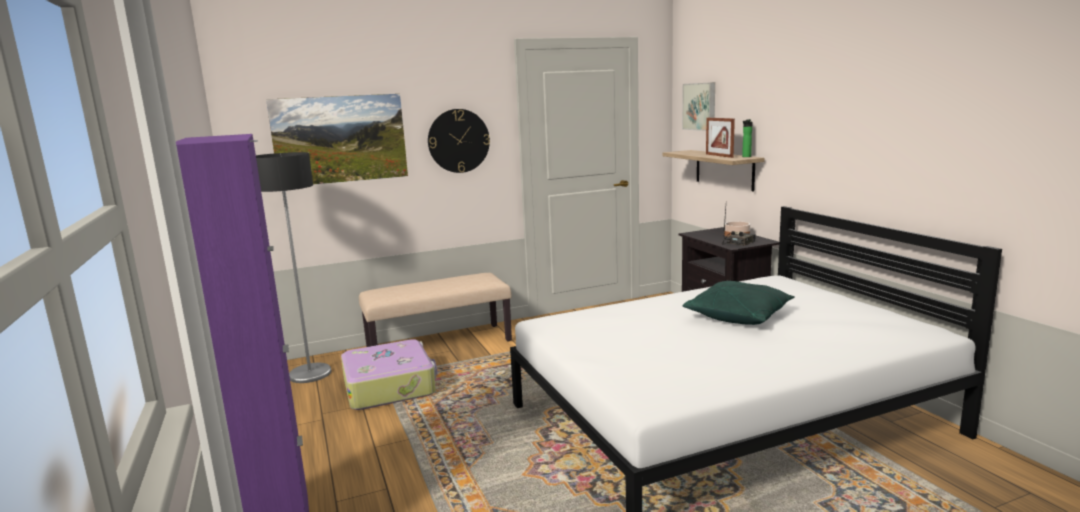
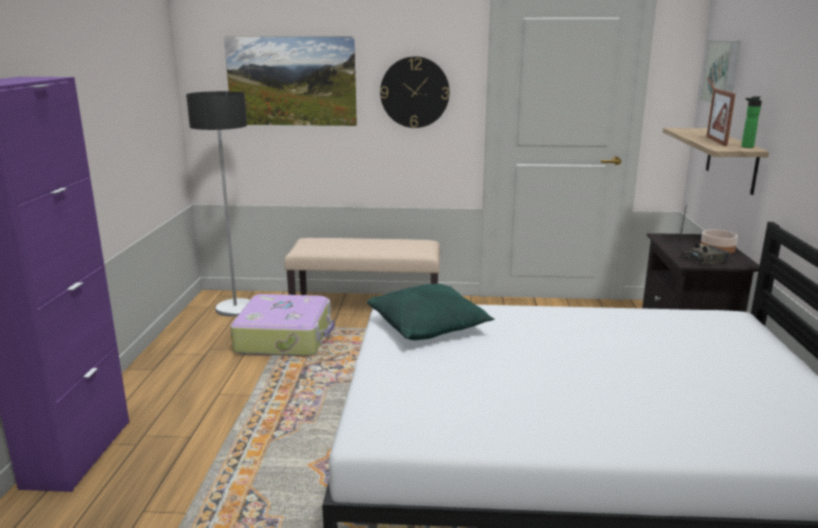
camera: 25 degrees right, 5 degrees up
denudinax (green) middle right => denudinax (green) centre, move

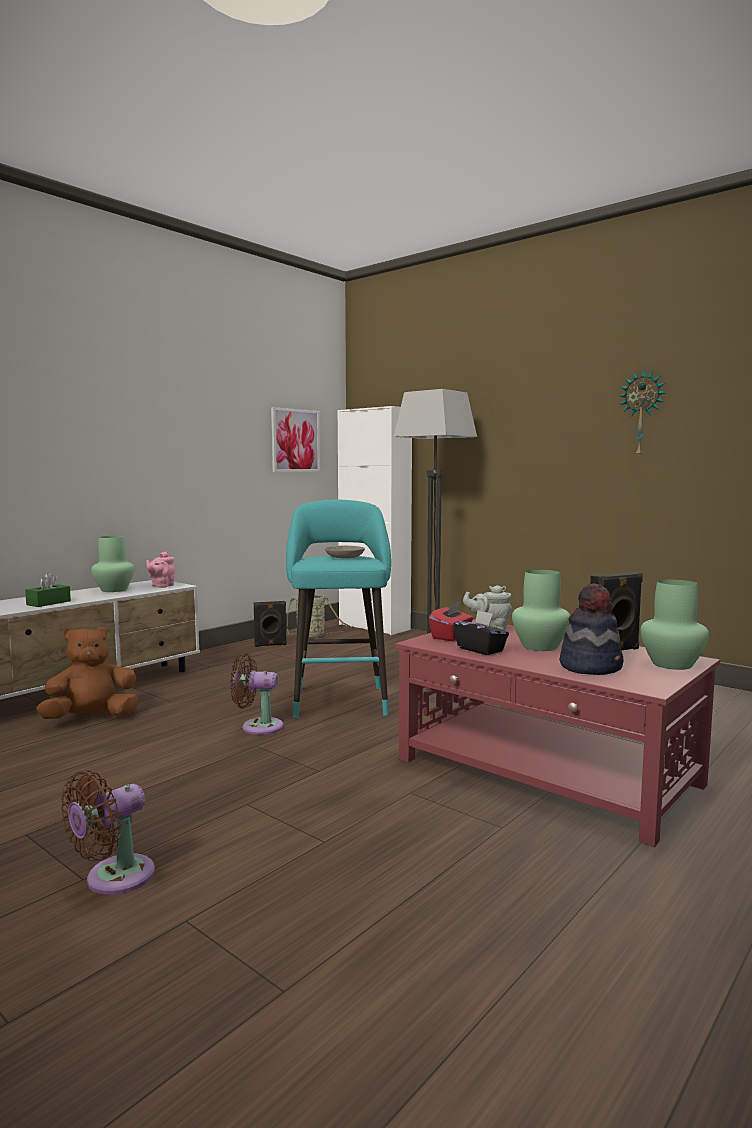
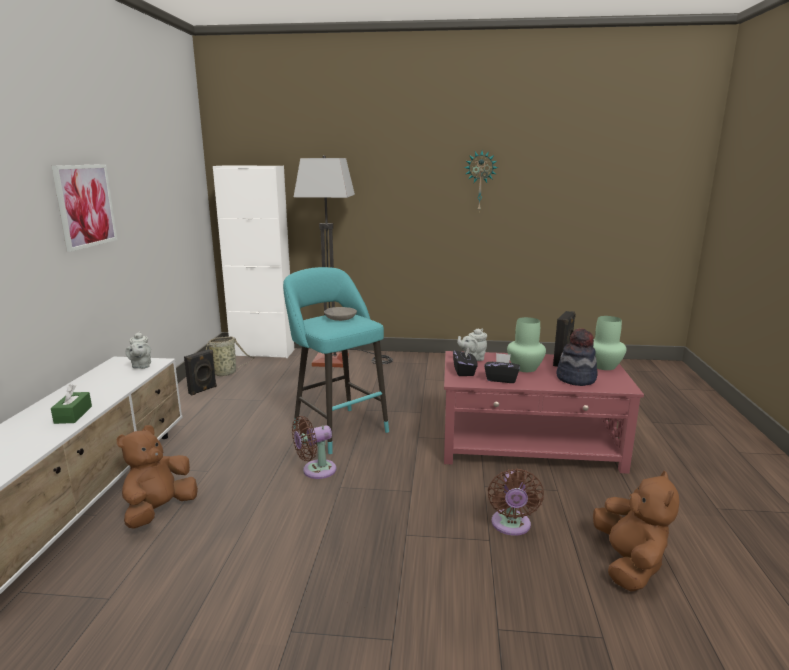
camera: 35 degrees left, 10 degrees up
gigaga centre => gigaga top left, move
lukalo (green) (1st from left) middle left => nothing
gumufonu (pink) middle left => gumufonu (grey) (1st from left) middle left
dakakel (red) centre => dakakel (black) (1st from left) centre
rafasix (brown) (1st from left in the first image) bottom left => rafasix (brown) (2nd from left) bottom centre, move
nothing => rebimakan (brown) (2nd from left) bottom right

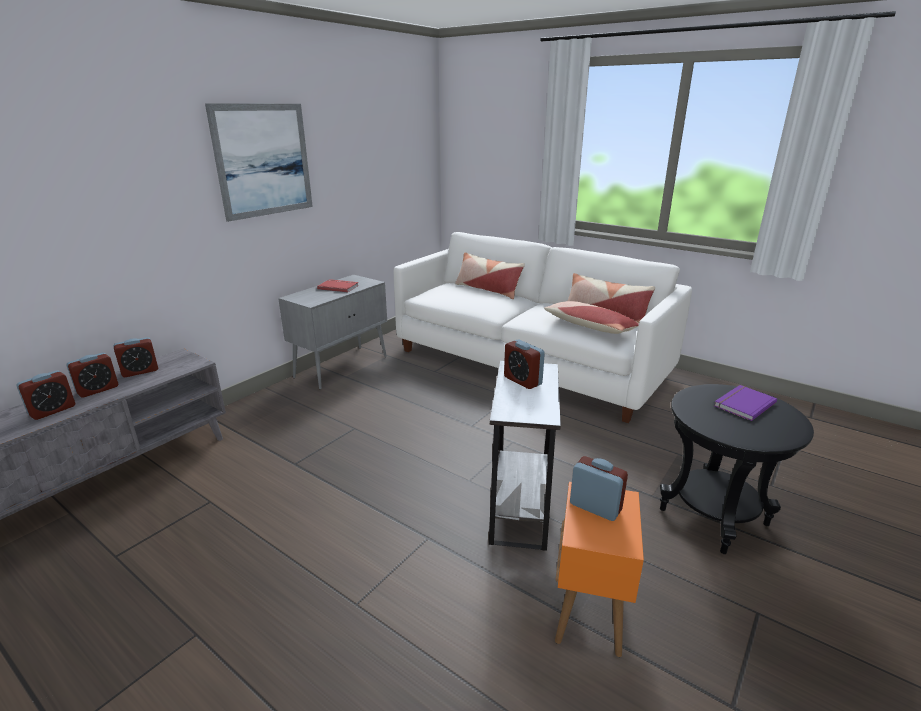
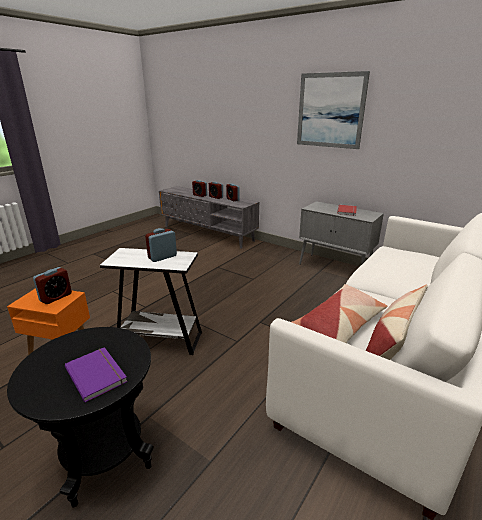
camera: 90 degrees right, 0 degrees up
denudinax (1st from left) centre => nothing

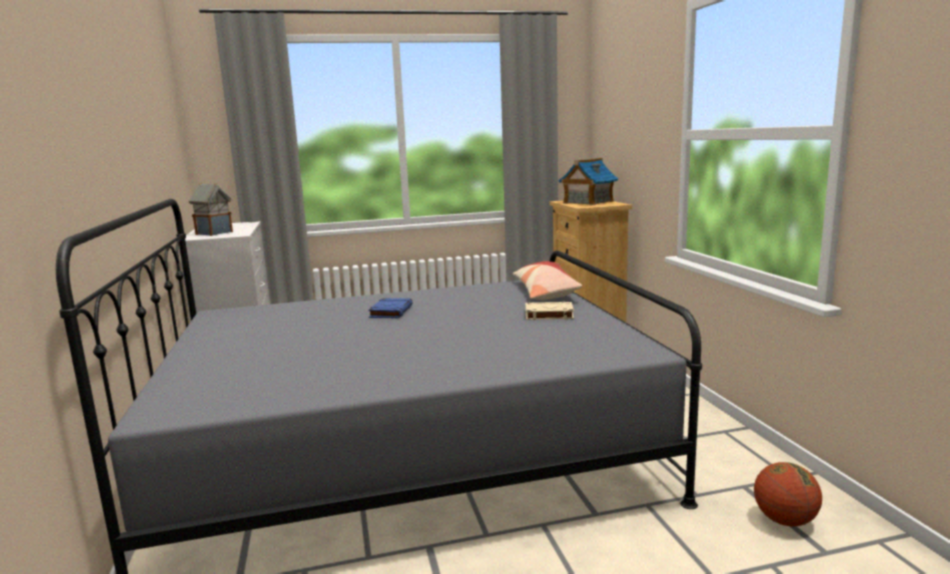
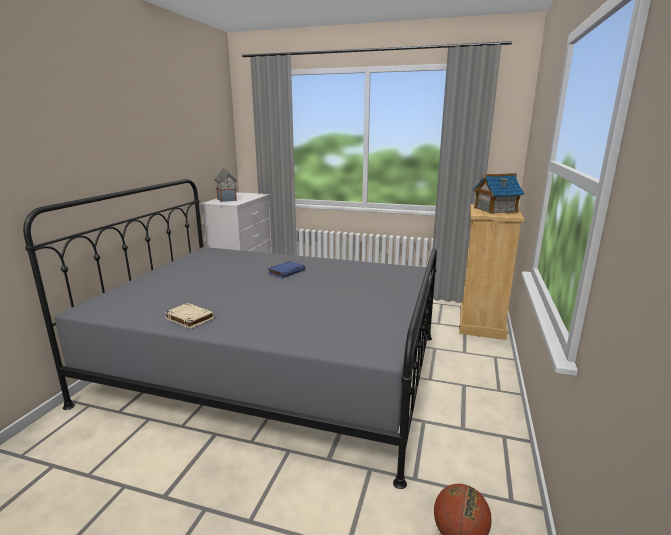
camera: 30 degrees right, 5 degrees up
denudinax centre => nothing
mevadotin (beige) centre => mevadotin (beige) middle left, move

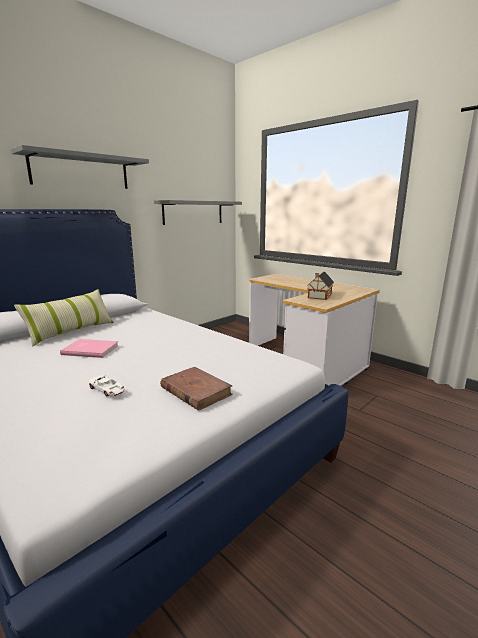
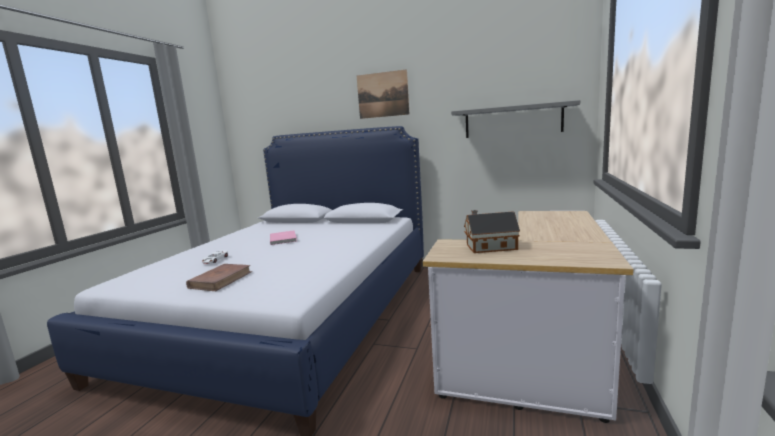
camera: 65 degrees right, 5 degrees down
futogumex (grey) (1st from left) top left => gigaga top centre
denudinax middle left => nothing

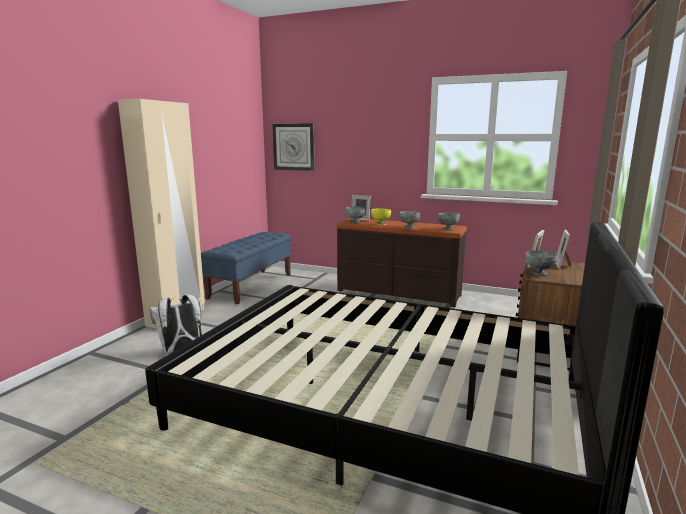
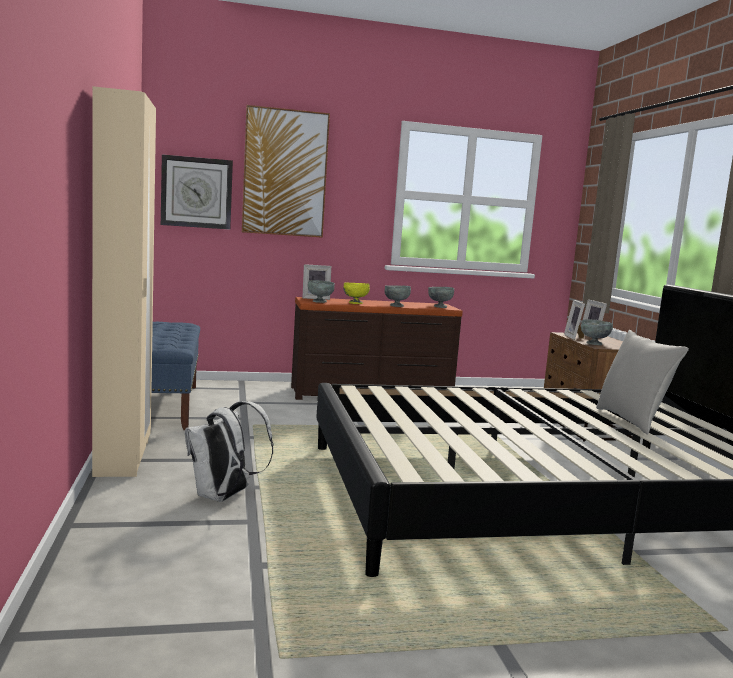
camera: 35 degrees left, 5 degrees down
nothing => gigaga top centre
nothing => denudinax (grey) middle right

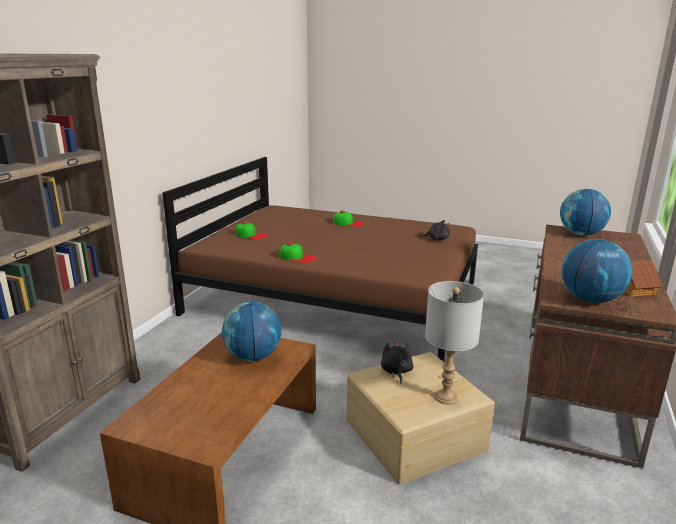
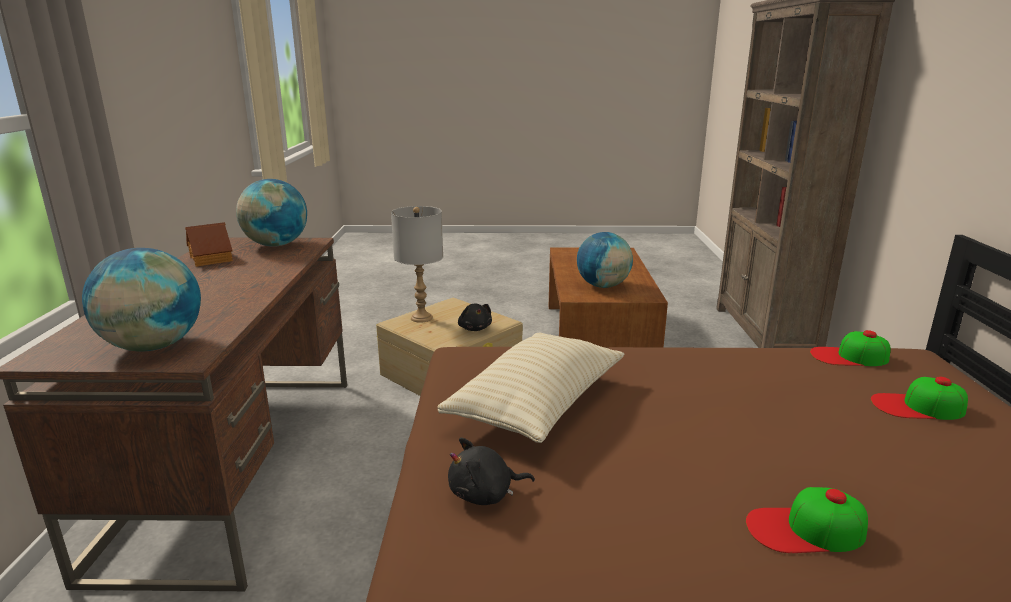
camera: 160 degrees right, 0 degrees up
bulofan (2nd from left) centre => bulofan (2nd from left) middle right, move
nothing => denudinax (beige) centre

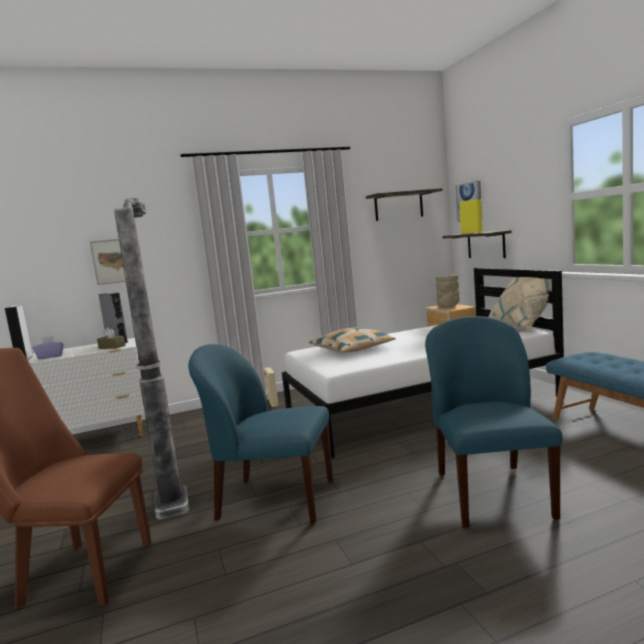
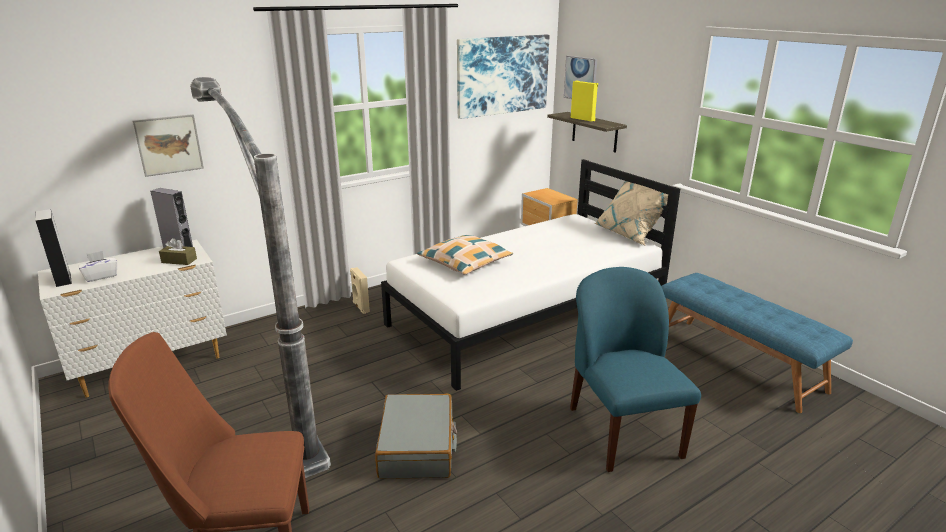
camera: 15 degrees left, 15 degrees up
futogumex (1st from left) top centre => gigaga (2nd from left) top centre
lukalo (beige) middle right => nothing
dakakel (purple) middle left => dakakel (white) middle left
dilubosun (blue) (1st from left) bottom centre => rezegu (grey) bottom centre

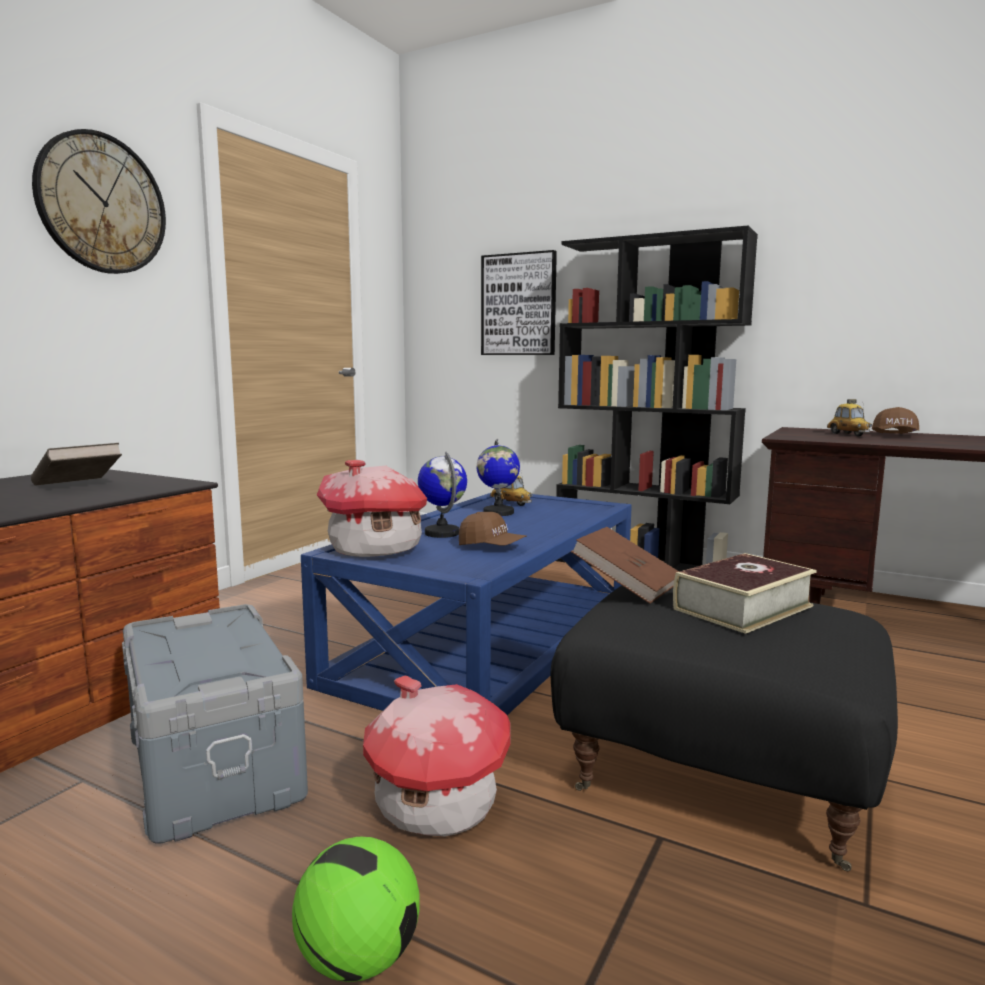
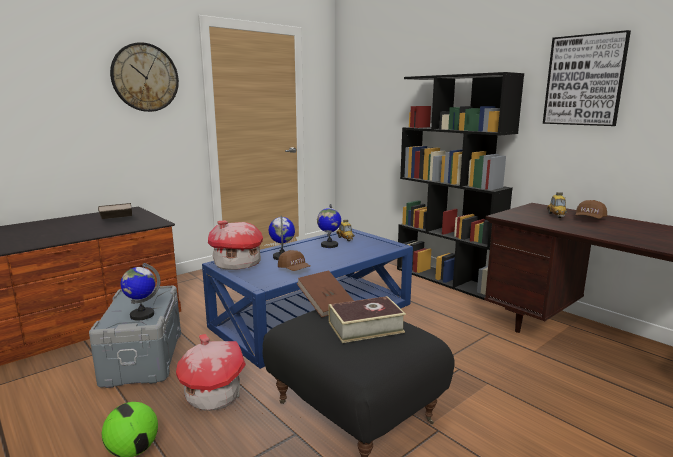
camera: 20 degrees right, 5 degrees up
gigaga top centre => gigaga top right, move
nothing => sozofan (1st from left) middle left

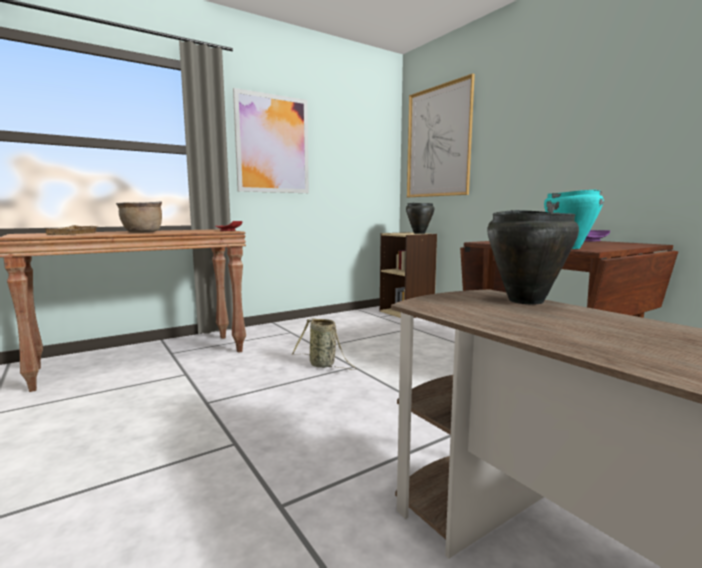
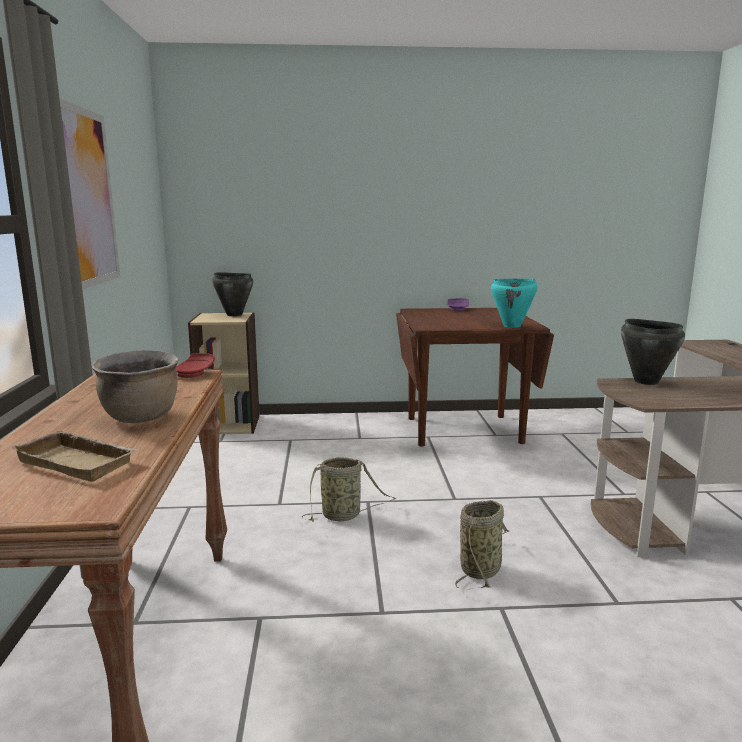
camera: 60 degrees left, 5 degrees up
gigaga (2nd from left) top centre => nothing
nothing => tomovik (2nd from left) bottom centre

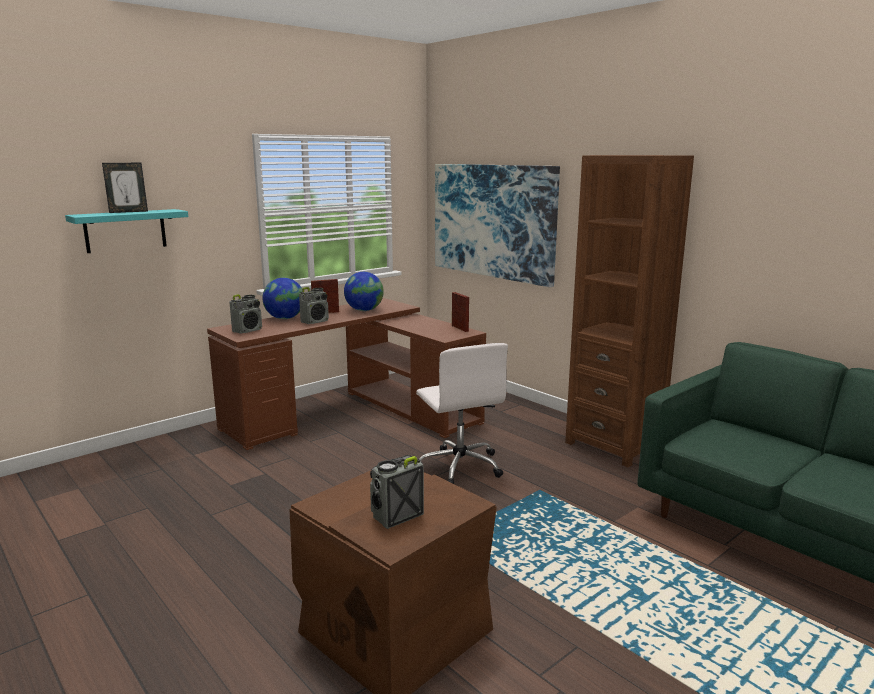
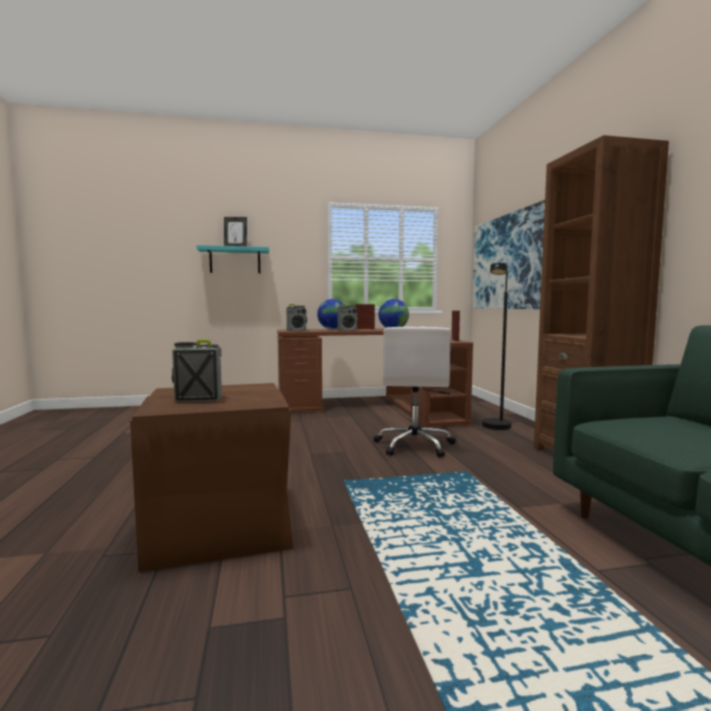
camera: 30 degrees right, 10 degrees down
nothing => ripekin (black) middle right

